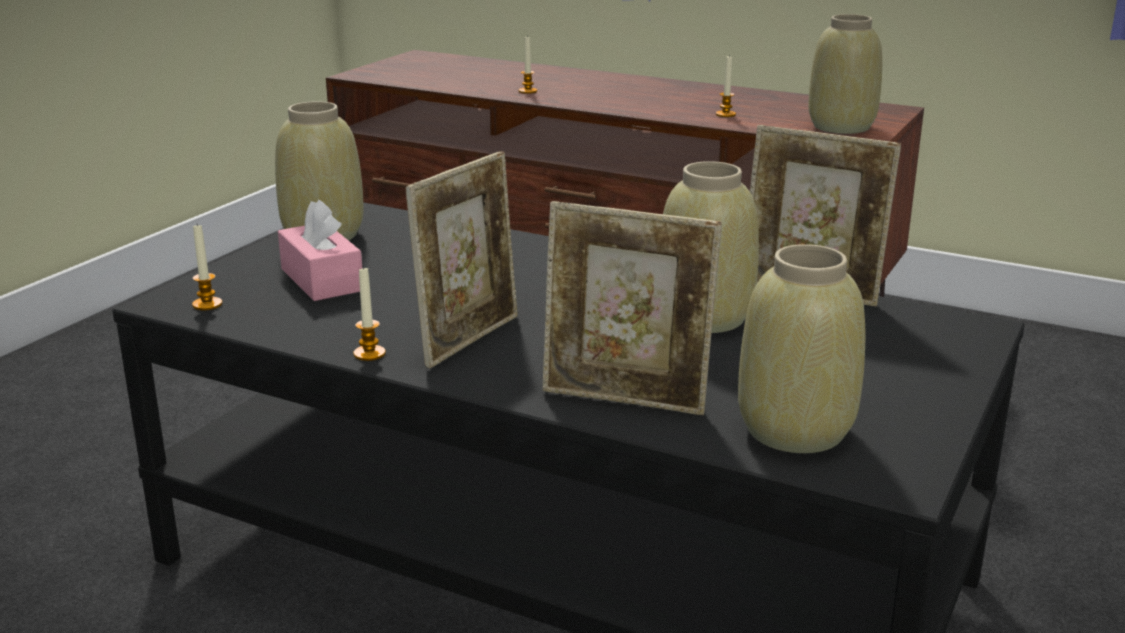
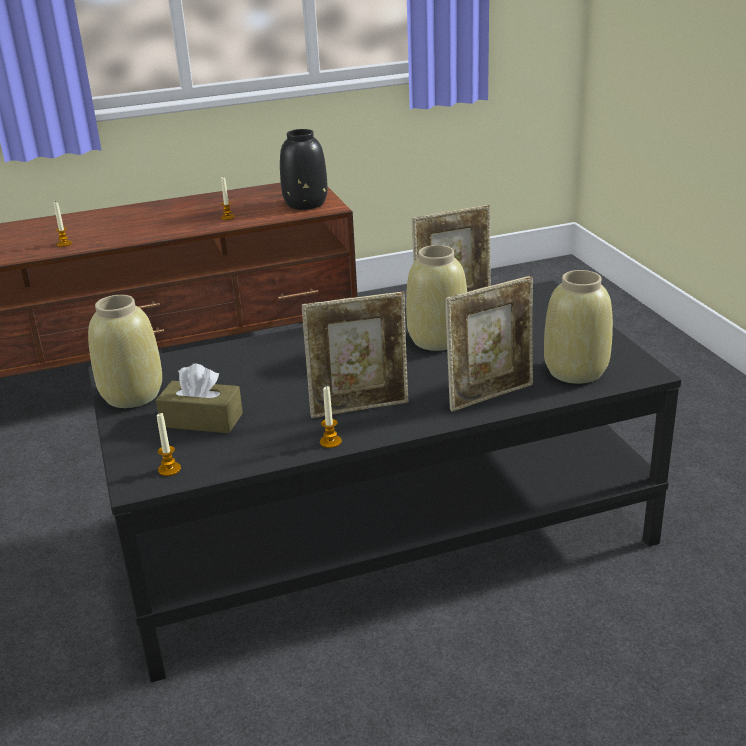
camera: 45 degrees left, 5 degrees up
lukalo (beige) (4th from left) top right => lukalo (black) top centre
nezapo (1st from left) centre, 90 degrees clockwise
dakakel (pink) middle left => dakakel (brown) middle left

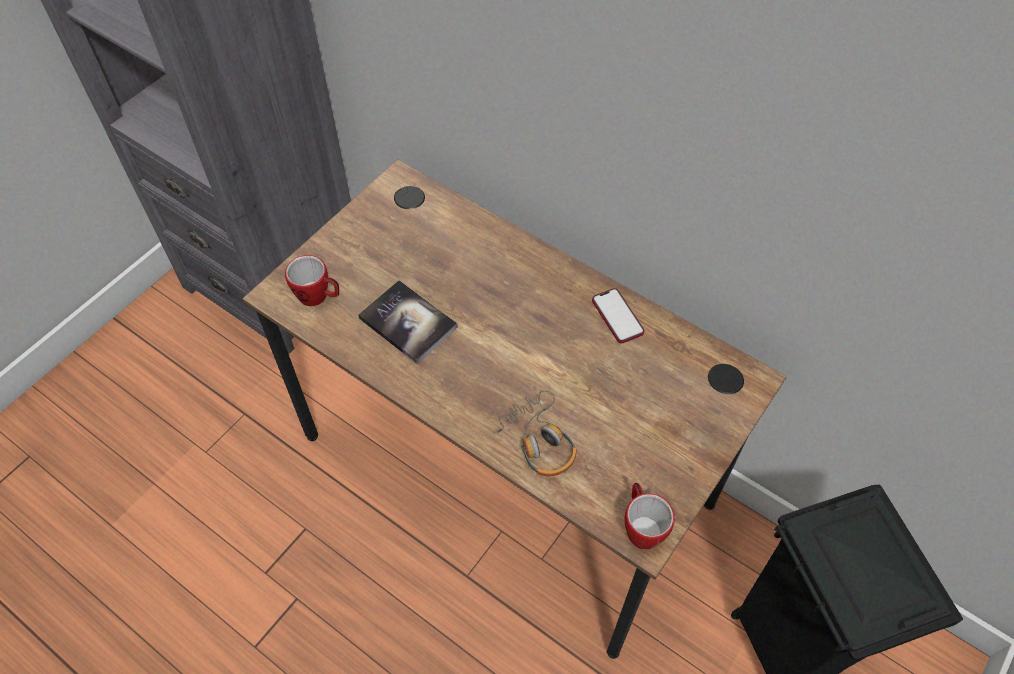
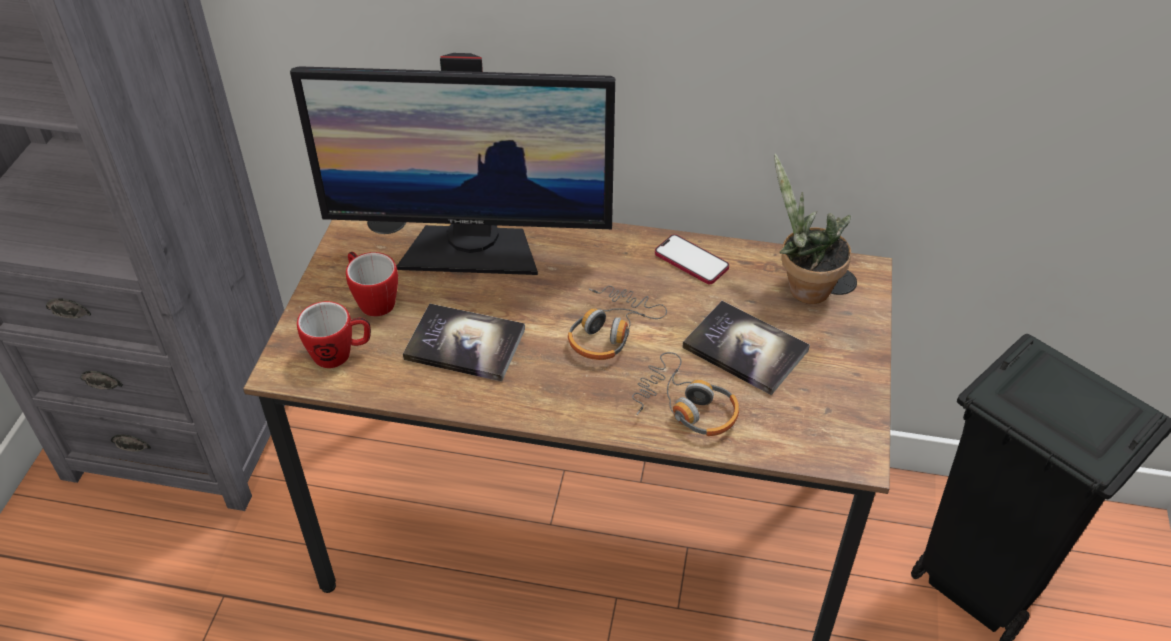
camera: 25 degrees left, 10 degrees down
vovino (2nd from left) bottom centre => vovino (2nd from left) middle left, move
nothing => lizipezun top centre
nothing => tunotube middle right
nothing => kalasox (1st from left) centre
nothing => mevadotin (2nd from left) centre

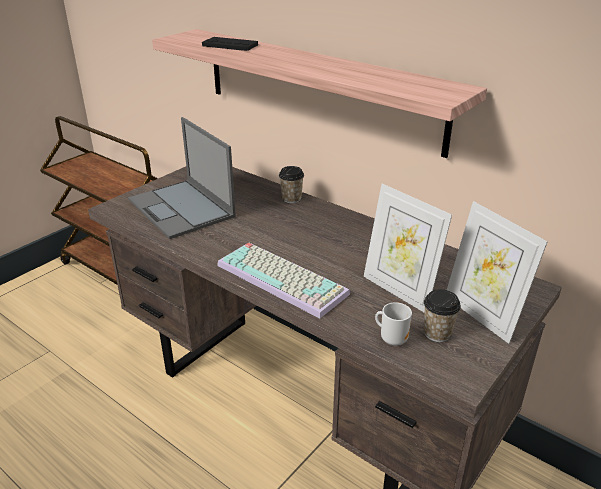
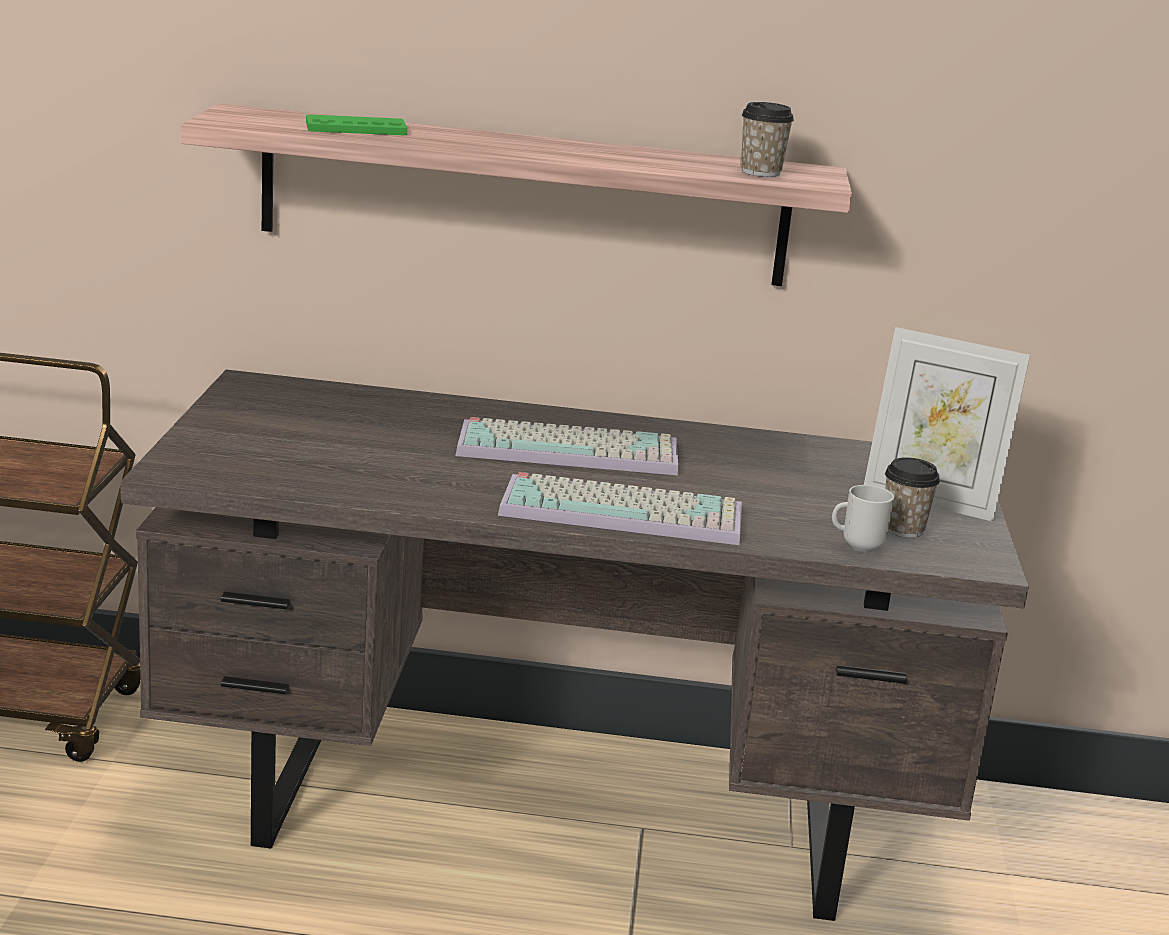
camera: 35 degrees left, 10 degrees down
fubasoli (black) top centre => fubasoli (green) top left
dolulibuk middle left => nothing
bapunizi (1st from left) centre => bapunizi (1st from left) top centre, move
nezapo (1st from left) middle right => nothing
nothing => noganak (1st from left) centre

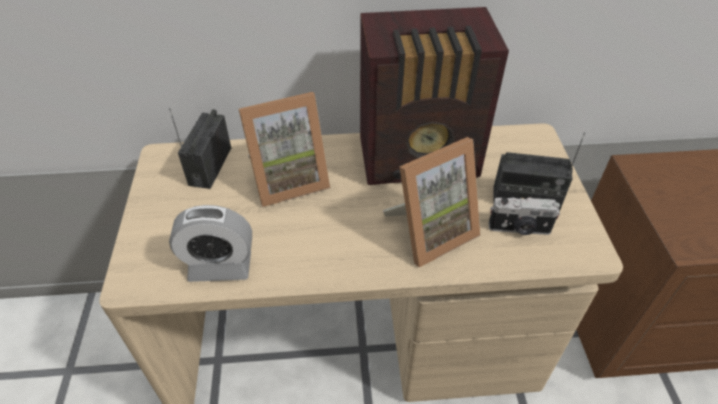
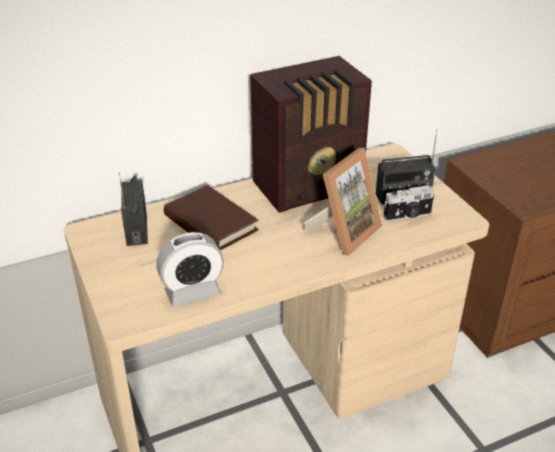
camera: 20 degrees left, 10 degrees down
nezapo (1st from left) centre => mevadotin (brown) centre

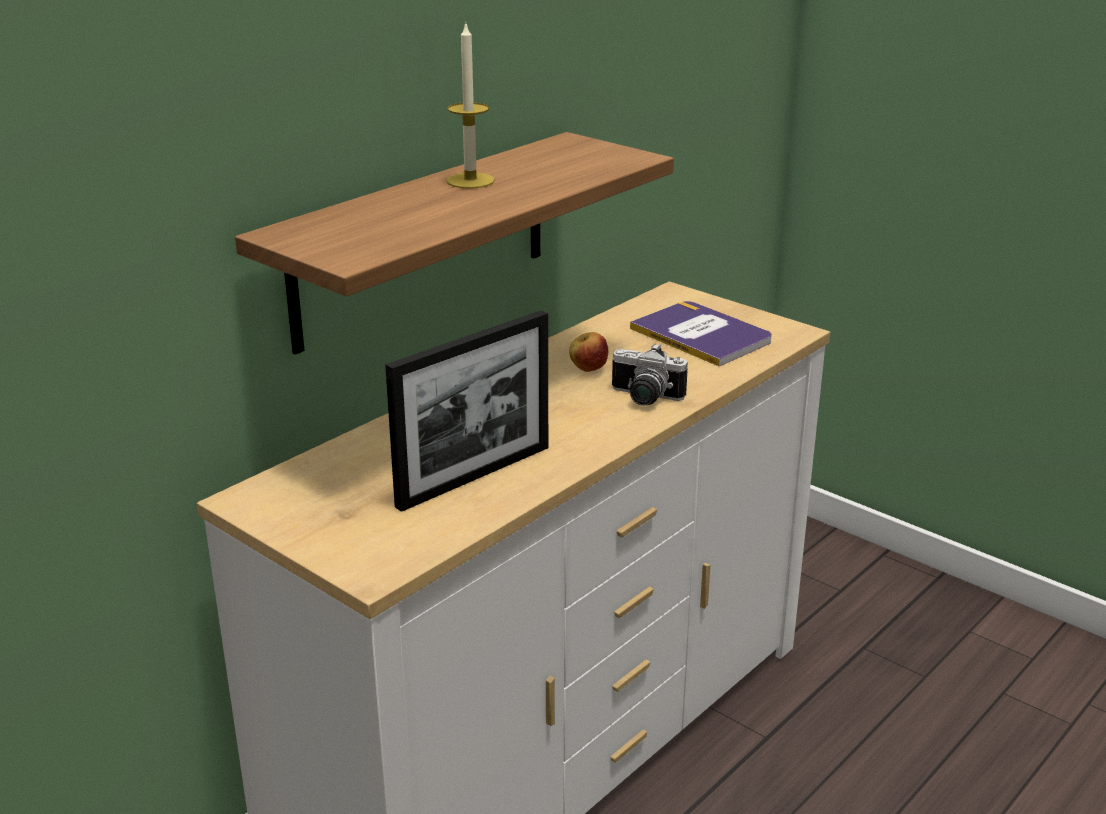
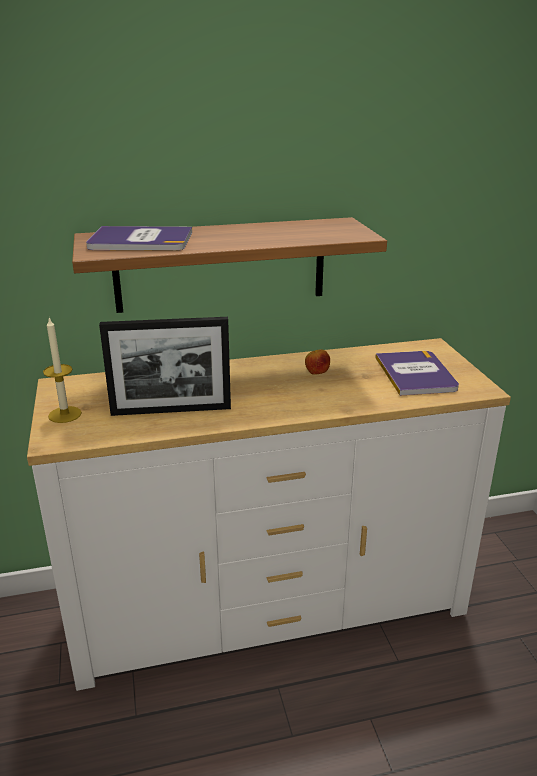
camera: 35 degrees right, 0 degrees up
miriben top centre => miriben middle left, move
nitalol centre => nothing
nothing => mevadotin (1st from left) top left

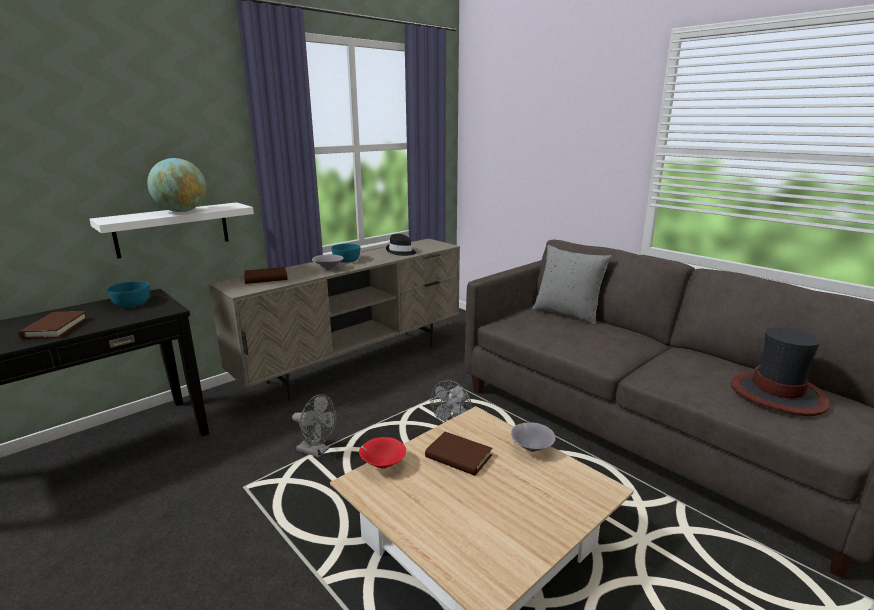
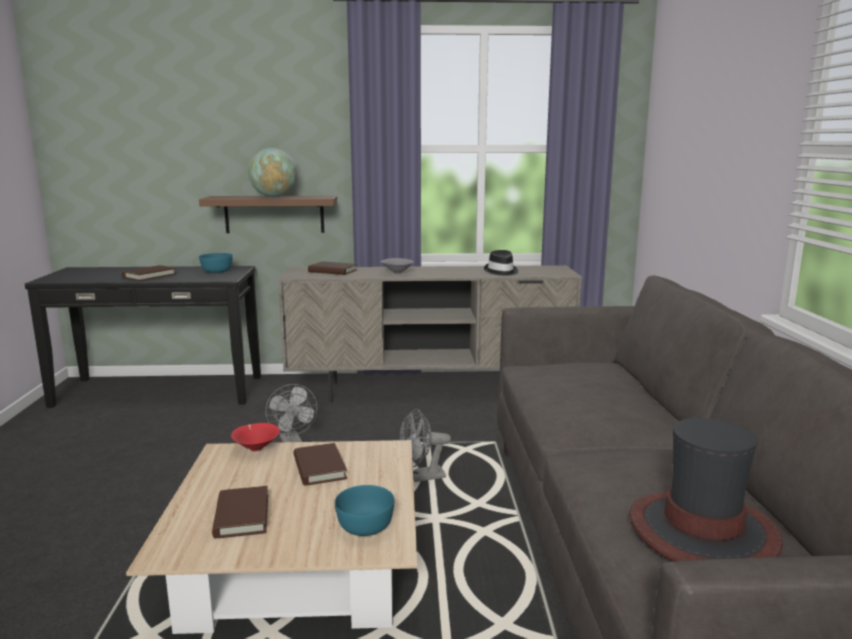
camera: 40 degrees right, 5 degrees down
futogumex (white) middle left => futogumex (brown) middle left
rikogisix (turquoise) (2nd from left) centre => rikogisix (turquoise) (2nd from left) bottom centre, move
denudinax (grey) centre => nothing
rikogisix (grey) (2nd from left) bottom centre => nothing
nothing => mevadotin (brown) (2nd from left) bottom left

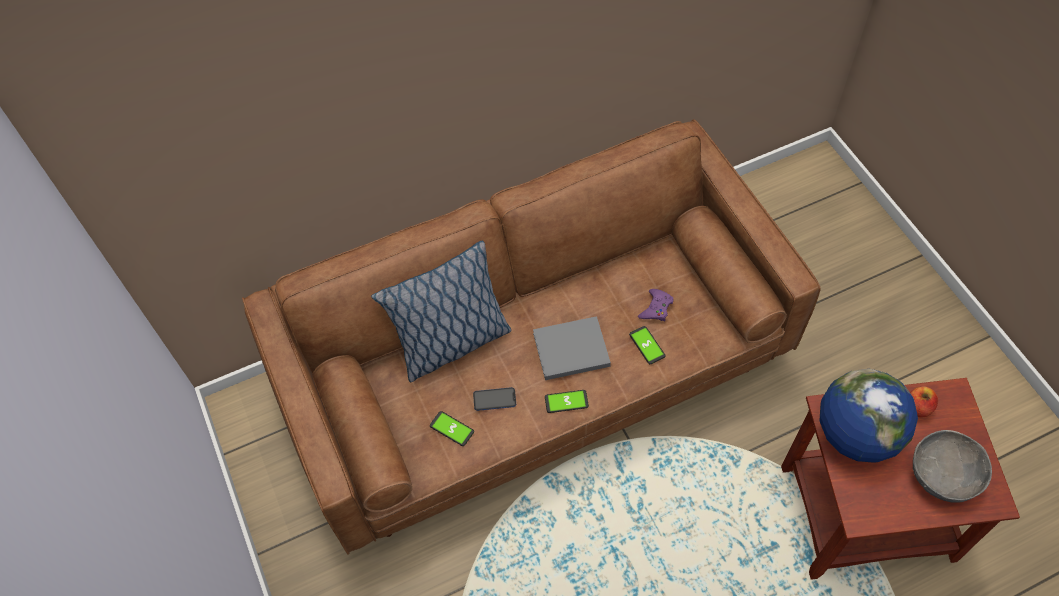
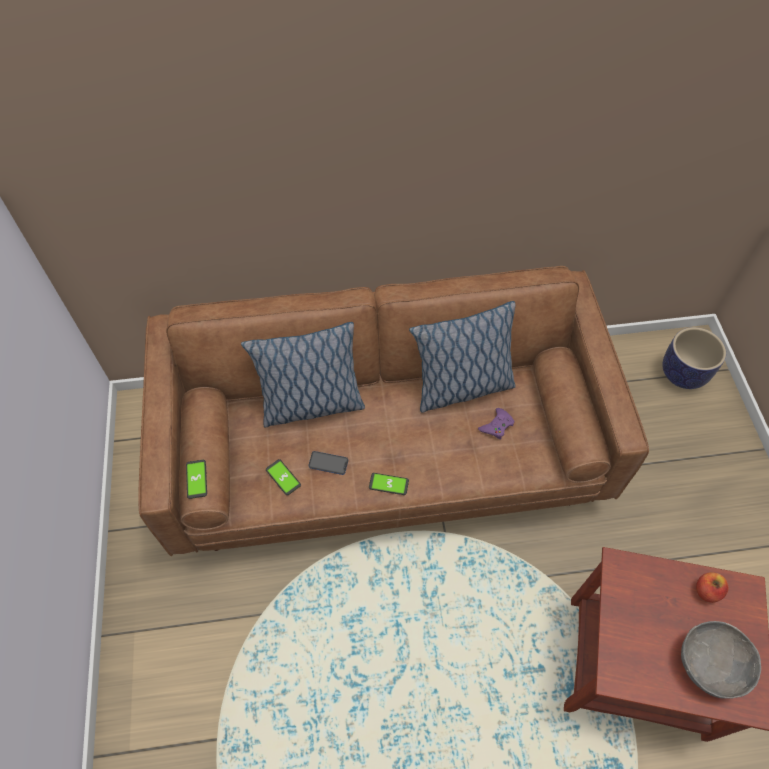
camera: 15 degrees right, 0 degrees up
mevadotin (grey) centre => nothing
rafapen (4th from left in the first image) centre => rafapen (1st from left) middle left, move
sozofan bottom right => nothing
nothing => denudinax (2nd from left) centre
nothing => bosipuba middle right

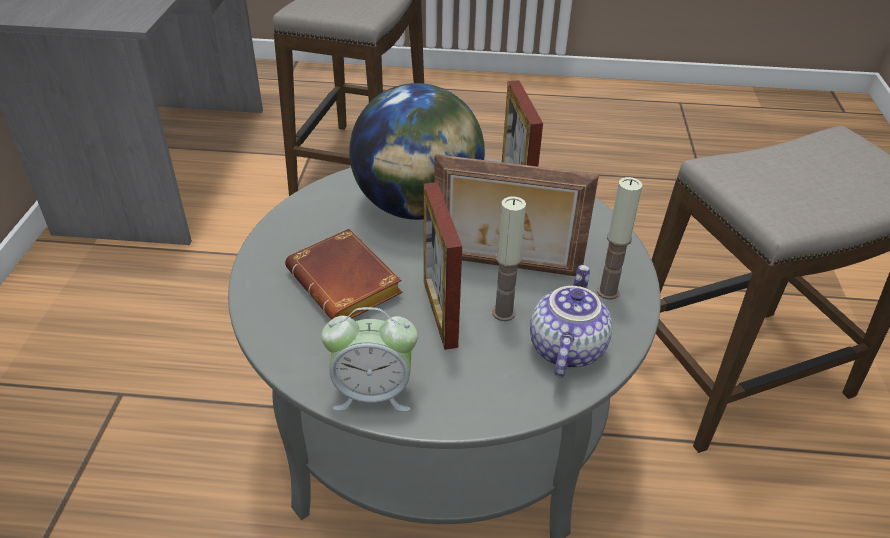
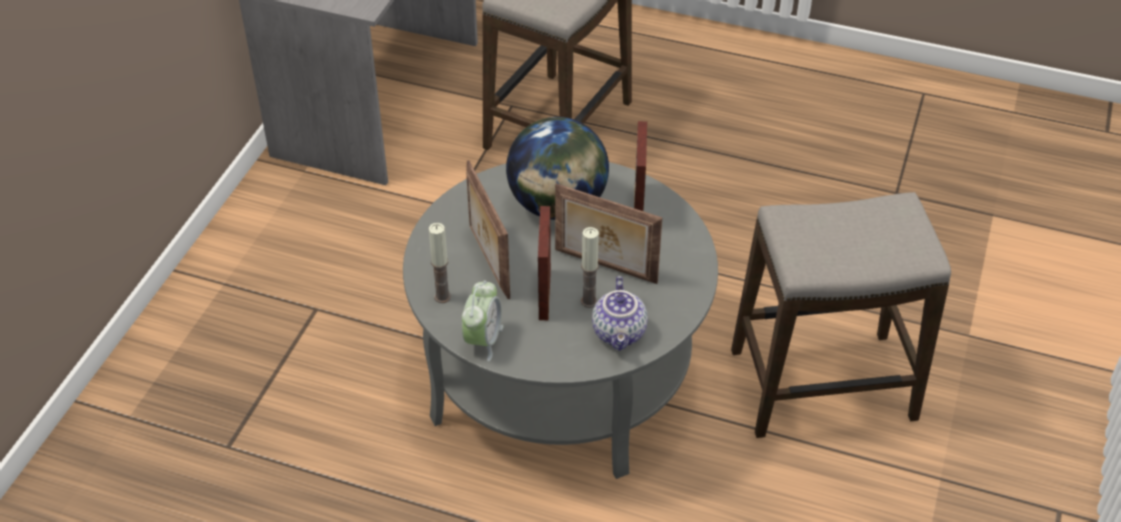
camera: 15 degrees right, 5 degrees up
miriben (2nd from left in the first image) middle right => miriben (1st from left) centre, move
mevadotin (brown) centre => nezapo (1st from left) centre
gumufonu centre, 150 degrees clockwise
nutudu bottom centre => nutudu centre, 90 degrees counterclockwise

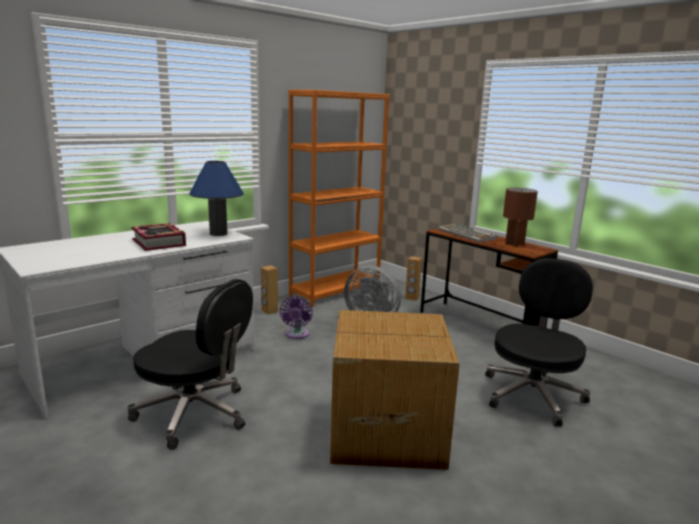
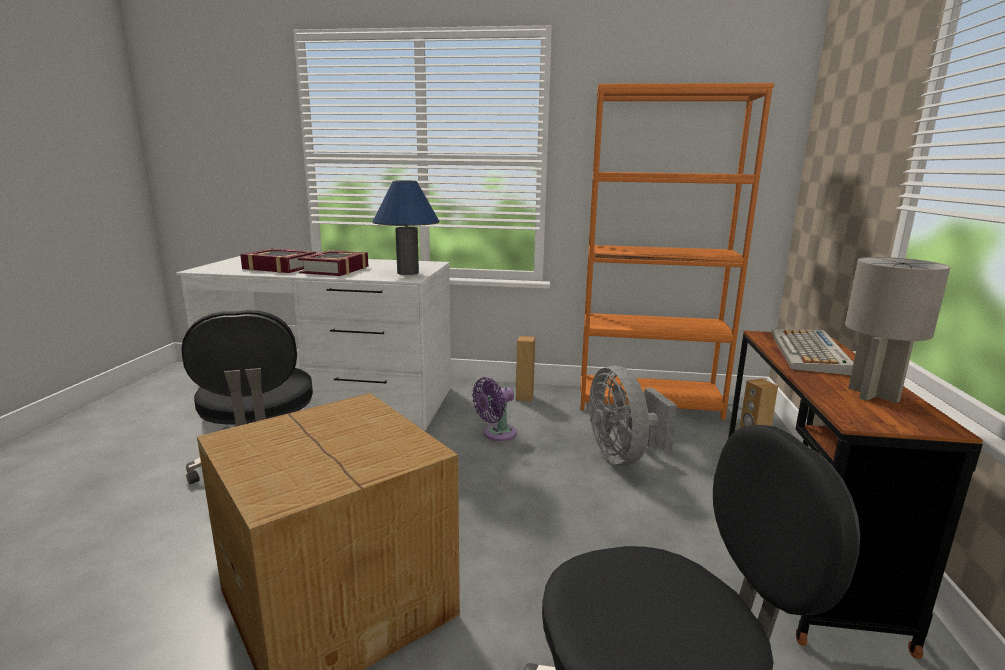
camera: 50 degrees right, 0 degrees up
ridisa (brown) middle right => ridisa (grey) middle right
nothing => mevadotin (1st from left) middle left

